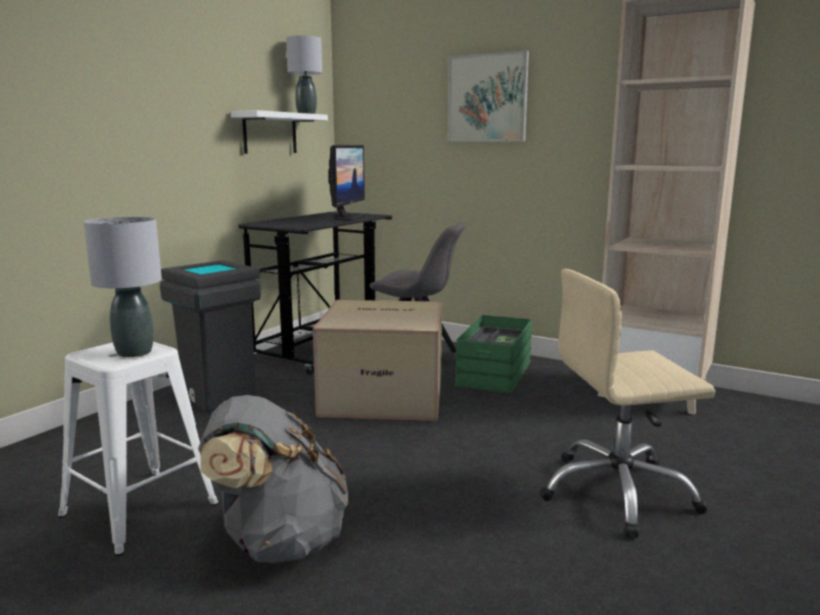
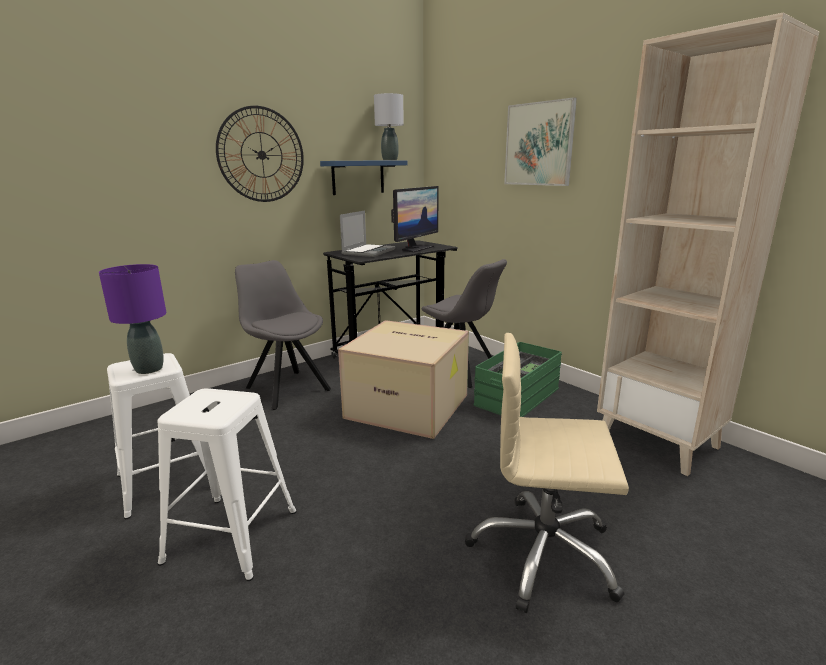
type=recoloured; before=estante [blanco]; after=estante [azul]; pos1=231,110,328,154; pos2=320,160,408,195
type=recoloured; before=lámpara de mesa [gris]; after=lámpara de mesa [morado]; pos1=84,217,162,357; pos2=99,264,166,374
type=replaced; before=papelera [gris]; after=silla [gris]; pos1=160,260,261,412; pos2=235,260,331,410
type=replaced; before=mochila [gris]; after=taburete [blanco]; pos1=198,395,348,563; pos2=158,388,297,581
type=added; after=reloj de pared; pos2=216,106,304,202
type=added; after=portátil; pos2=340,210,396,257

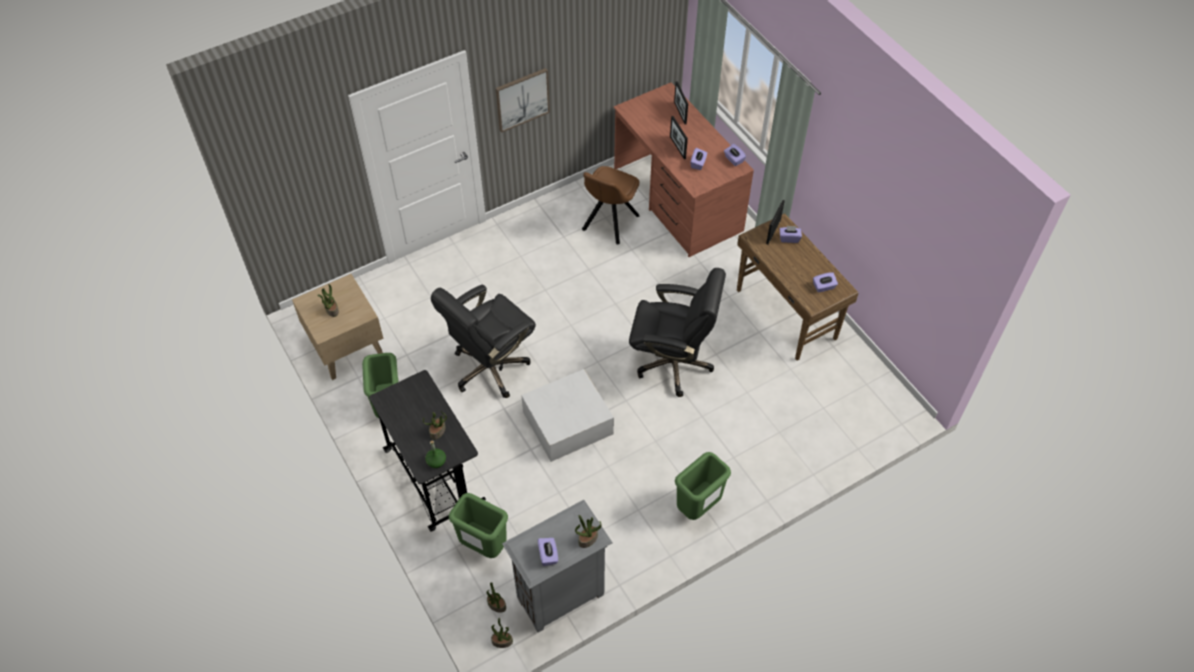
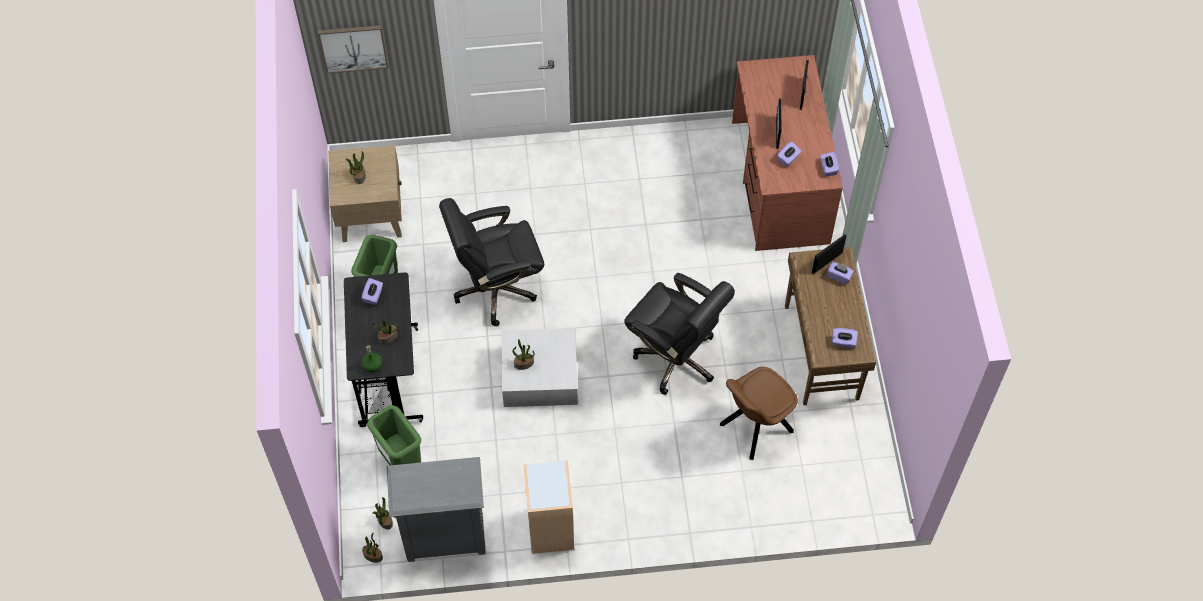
type=moved; before=cuadro; pos1=496,68,550,133; pos2=318,25,388,74
type=moved; before=silla [marrón]; pos1=582,166,640,244; pos2=720,367,798,460
type=removed; before=papelera [verde]; pos1=675,452,731,520
type=moved; before=planta en maceta; pos1=575,515,602,548; pos2=513,339,535,370
type=moved; before=caja de pañuelos [morado]; pos1=538,538,558,566; pos2=361,278,383,305
type=added; after=estantería; pos2=524,460,574,554

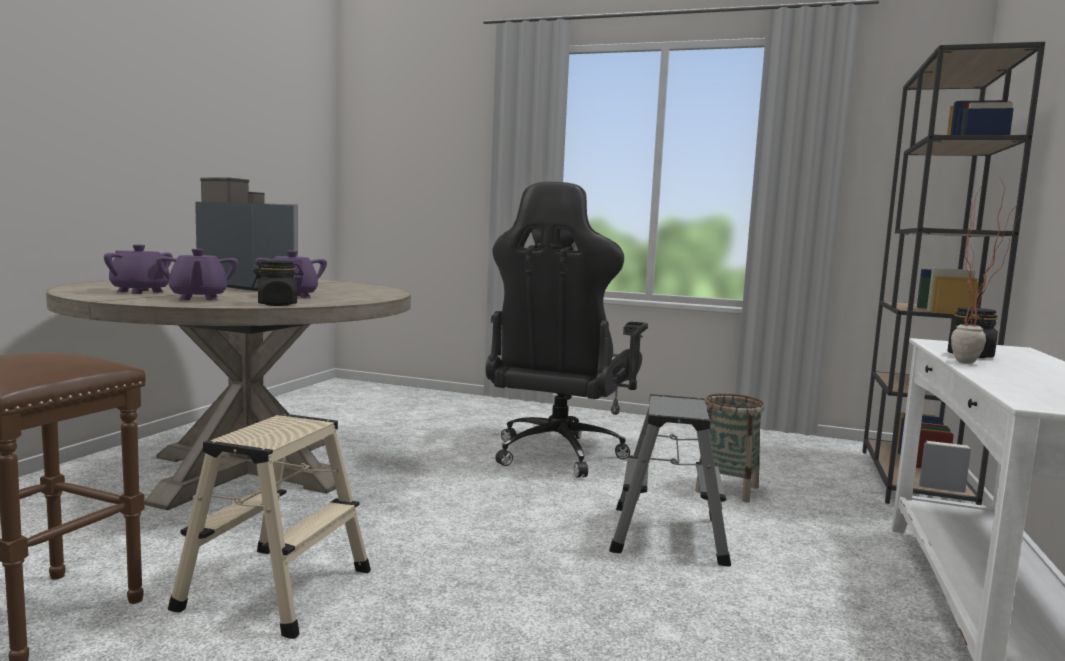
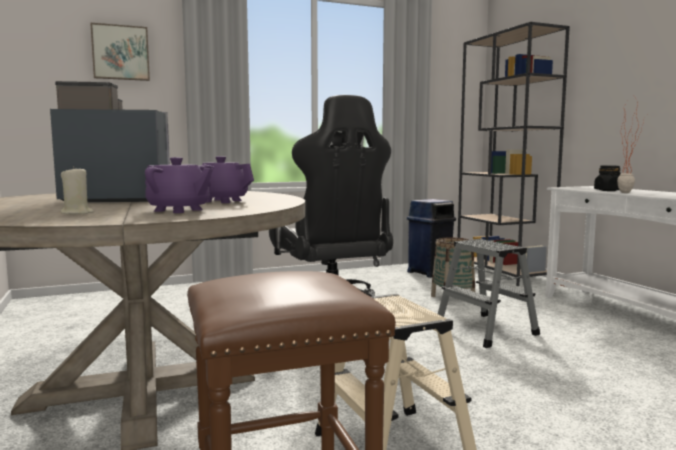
type=replaced; before=tetera [morado]; after=vela [beis]; pos1=104,244,173,294; pos2=60,166,94,214
type=removed; before=tarro [negro]; pos1=252,260,303,306
type=added; after=cuadro; pos2=90,23,150,81
type=added; after=papelera [azul]; pos2=407,199,456,278

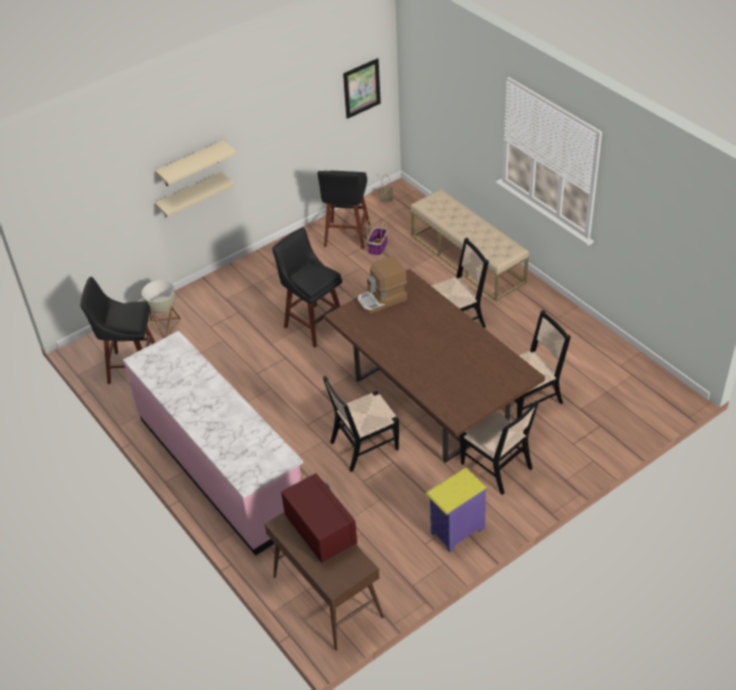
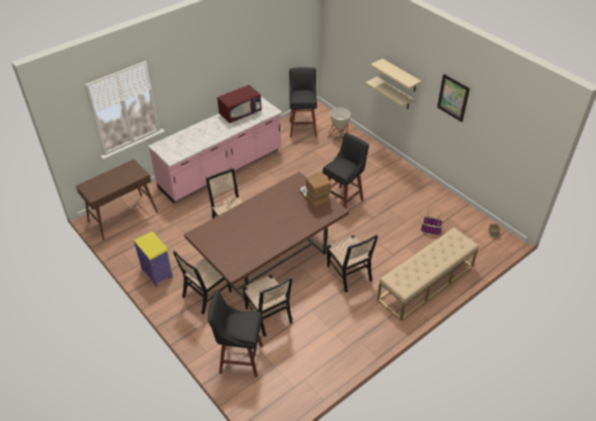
type=moved; before=cuadro; pos1=343,58,381,119; pos2=437,74,470,122
type=moved; before=taburete [negro]; pos1=317,171,370,249; pos2=208,290,263,377
type=moved; before=microondas [rojo]; pos1=281,473,357,563; pos2=217,85,261,123

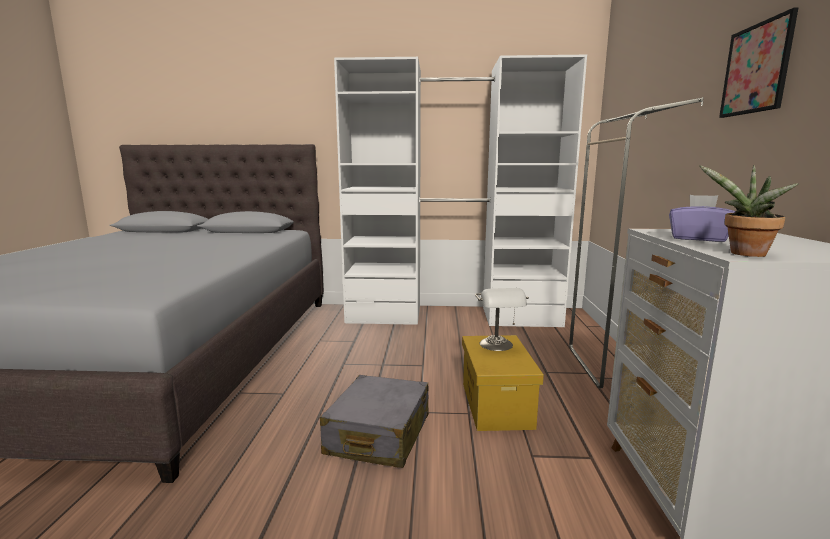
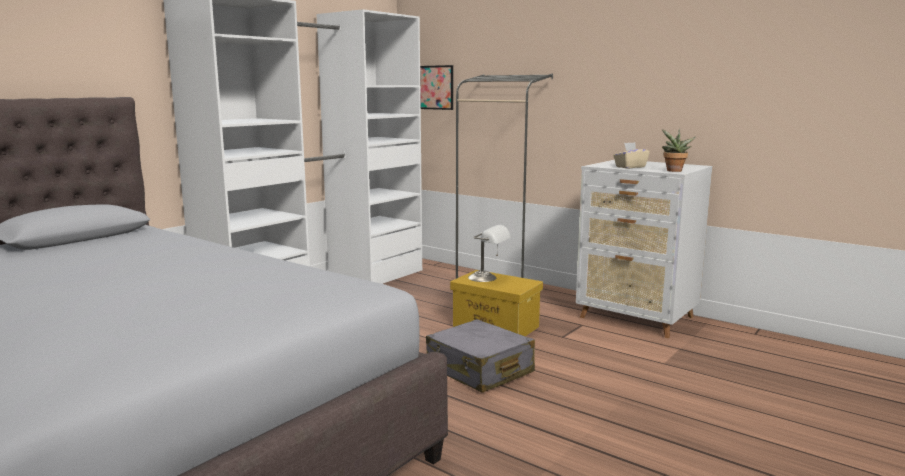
type=moved; before=cuadro; pos1=719,7,799,118; pos2=420,65,453,110
type=recoloured; before=caja de pañuelos [morado]; after=caja de pañuelos [beis]; pos1=669,195,735,242; pos2=613,142,650,168

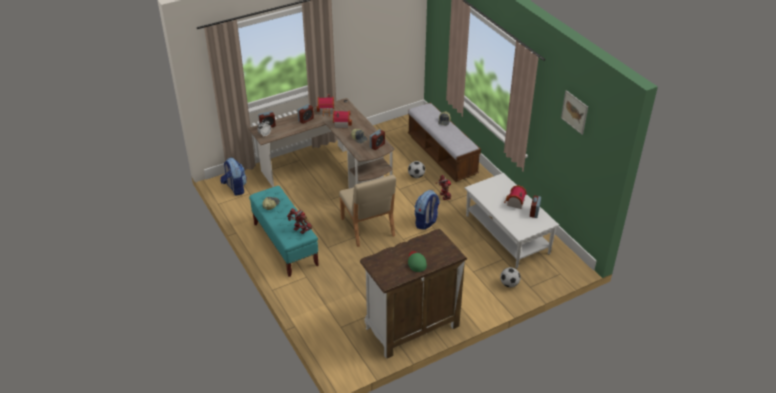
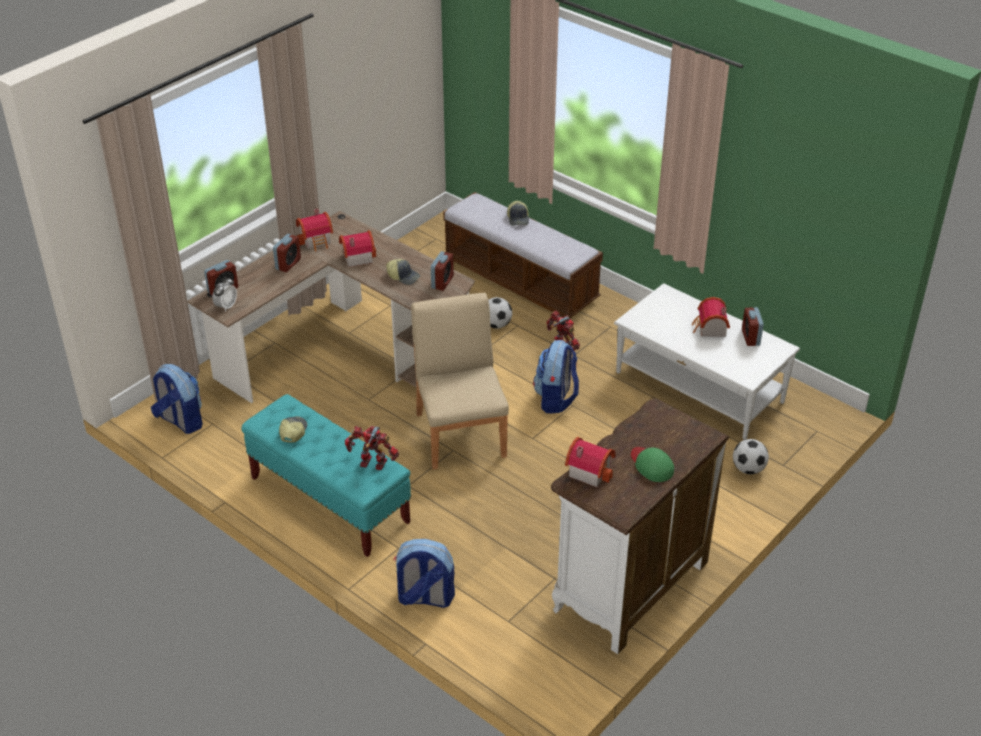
type=removed; before=cuadro; pos1=561,90,588,135
type=turned; before=silla [beis]; pos1=339,175,396,247; pos2=411,293,509,469; turn=-150
type=added; after=casita; pos2=565,437,616,487
type=added; after=mochila; pos2=393,539,455,608

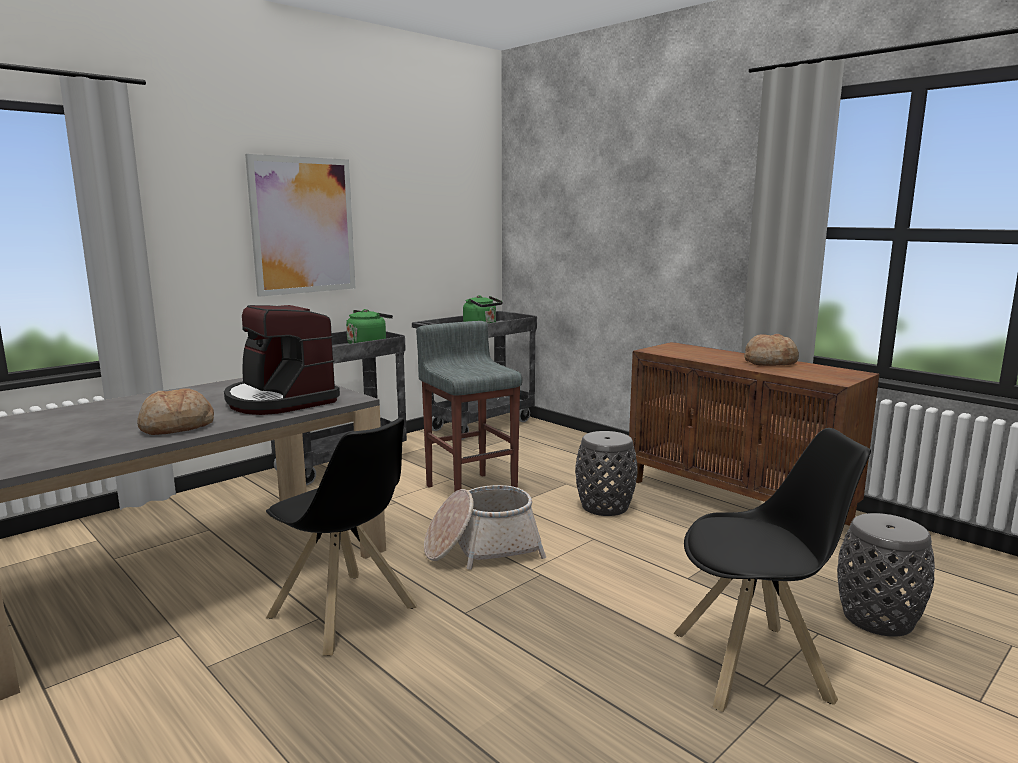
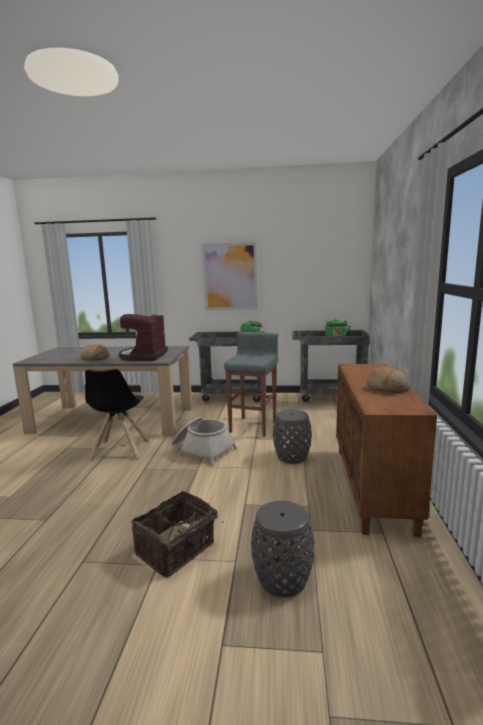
type=replaced; before=silla [negro]; after=cesta; pos1=673,428,871,712; pos2=132,491,224,577

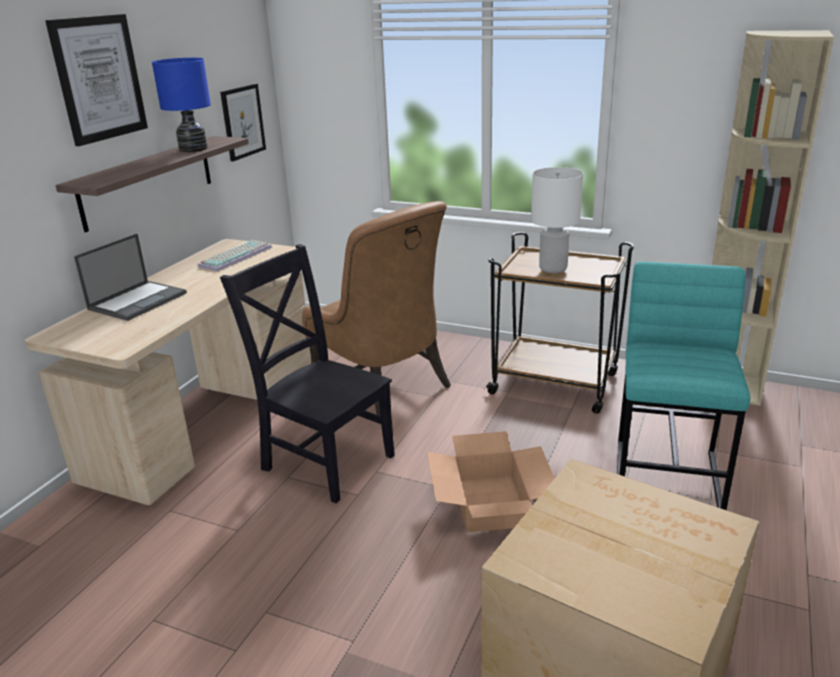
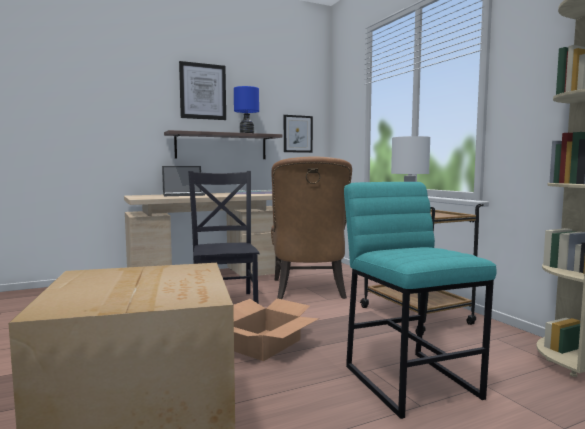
type=turned; before=silla [turquesa]; pos1=617,262,750,510; pos2=344,182,497,419; turn=-75

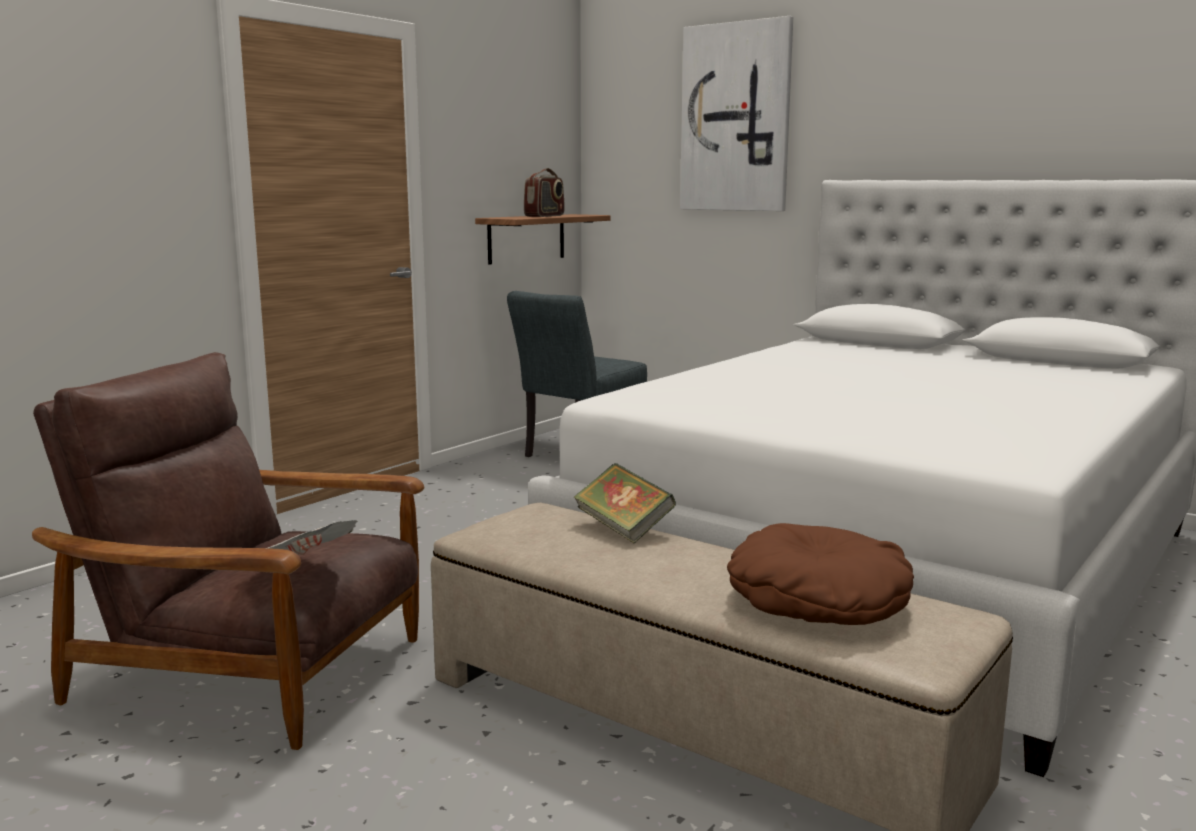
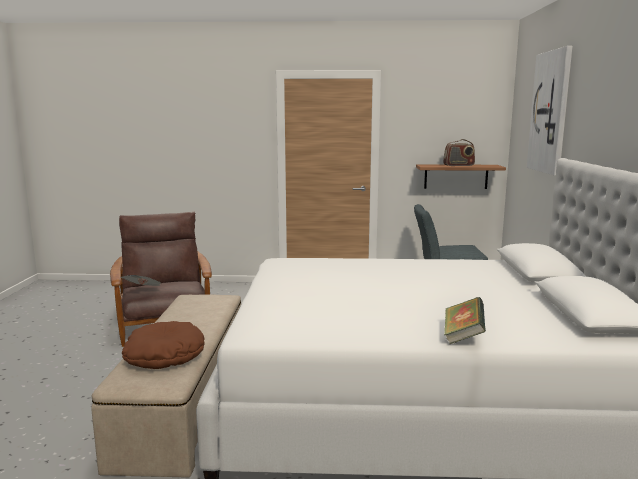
type=moved; before=libro; pos1=573,463,676,543; pos2=444,297,486,344

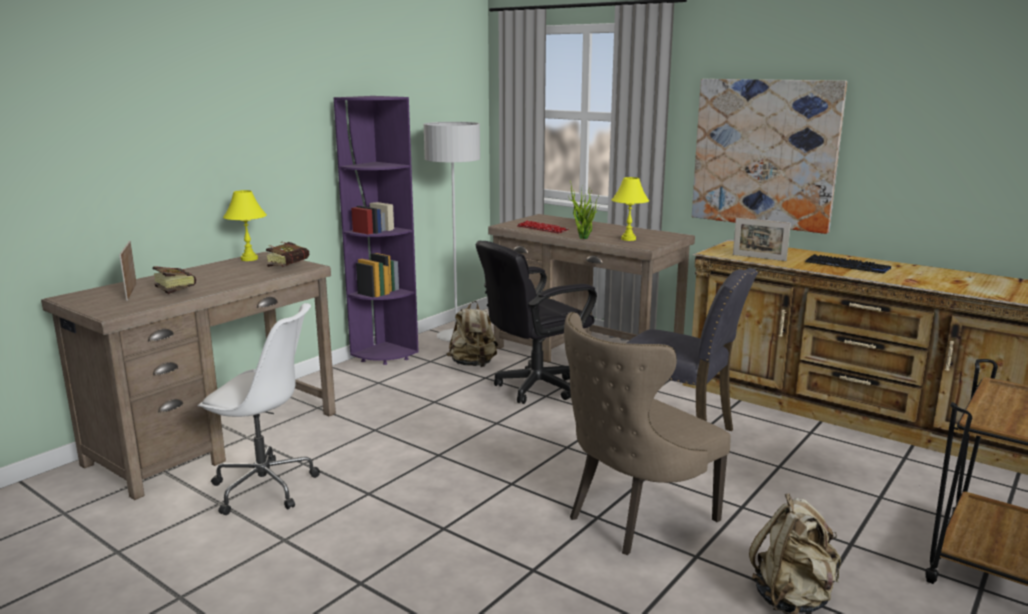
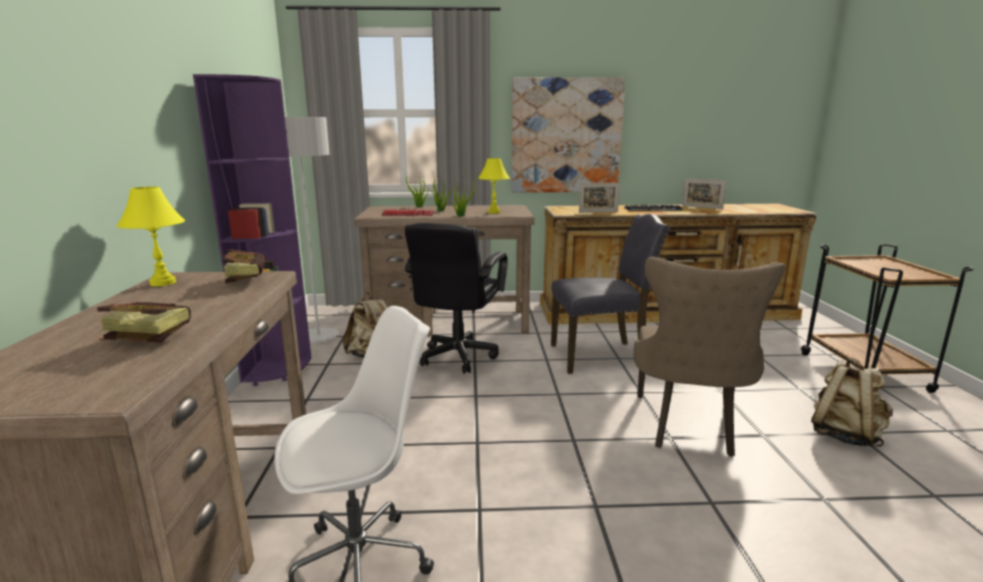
type=moved; before=portarretratos; pos1=119,241,137,301; pos2=682,178,726,209

